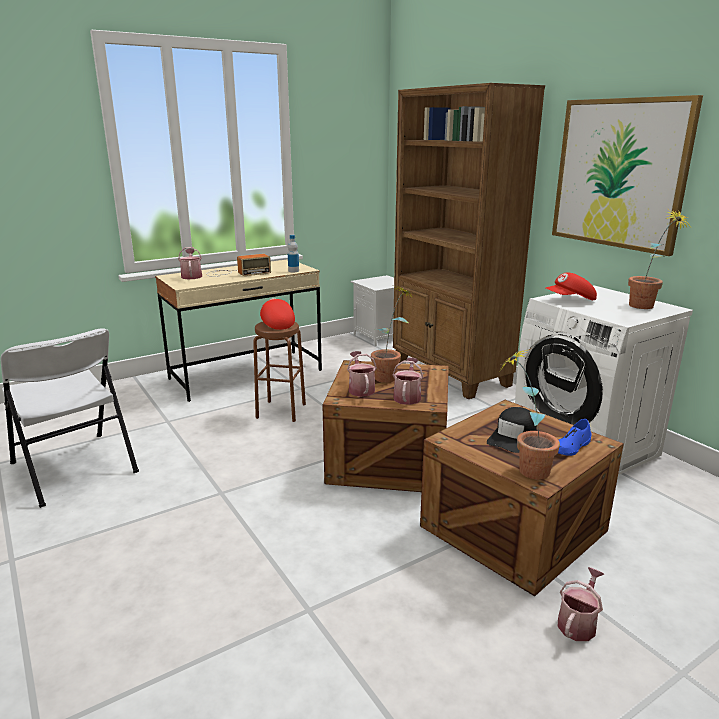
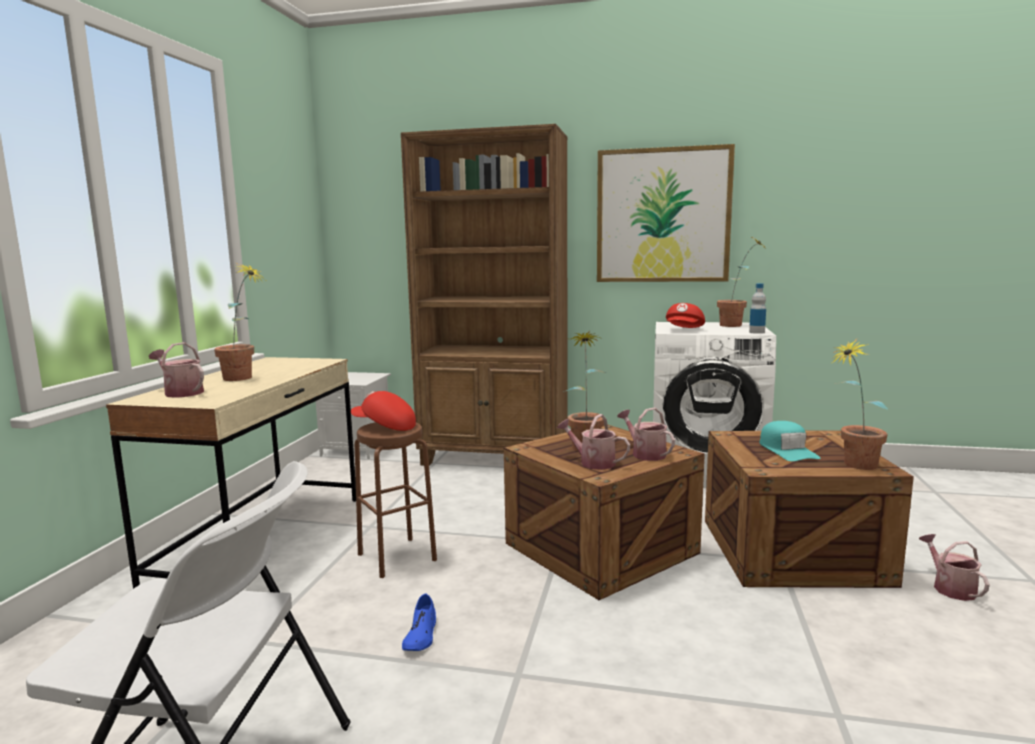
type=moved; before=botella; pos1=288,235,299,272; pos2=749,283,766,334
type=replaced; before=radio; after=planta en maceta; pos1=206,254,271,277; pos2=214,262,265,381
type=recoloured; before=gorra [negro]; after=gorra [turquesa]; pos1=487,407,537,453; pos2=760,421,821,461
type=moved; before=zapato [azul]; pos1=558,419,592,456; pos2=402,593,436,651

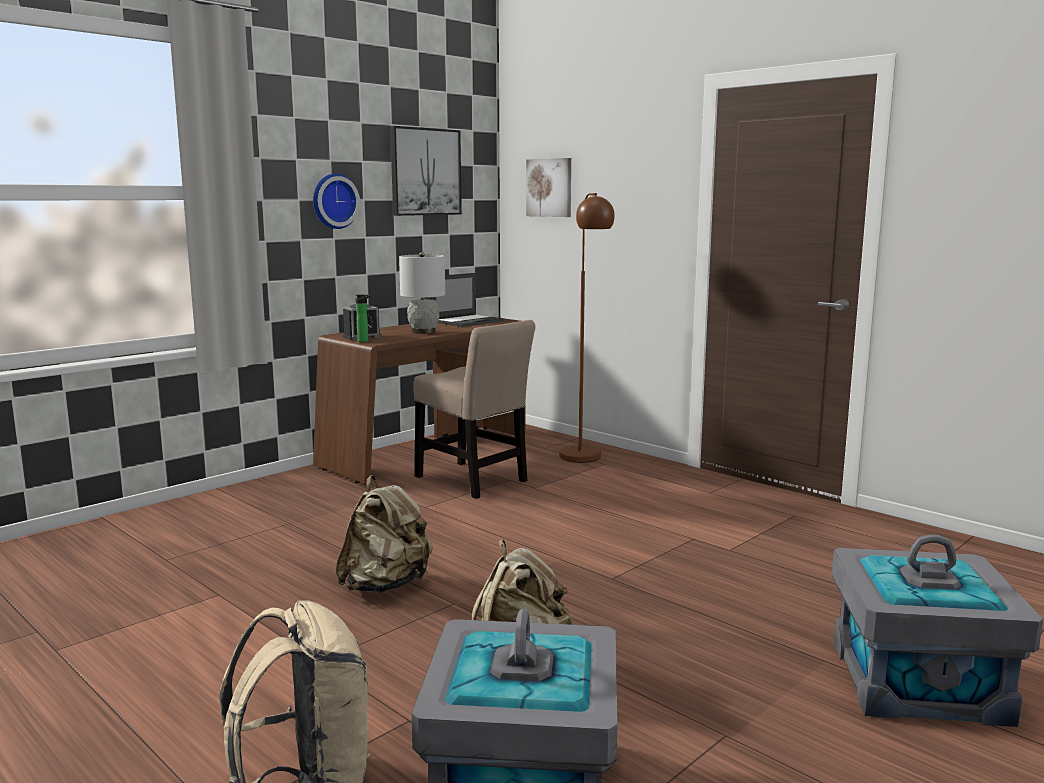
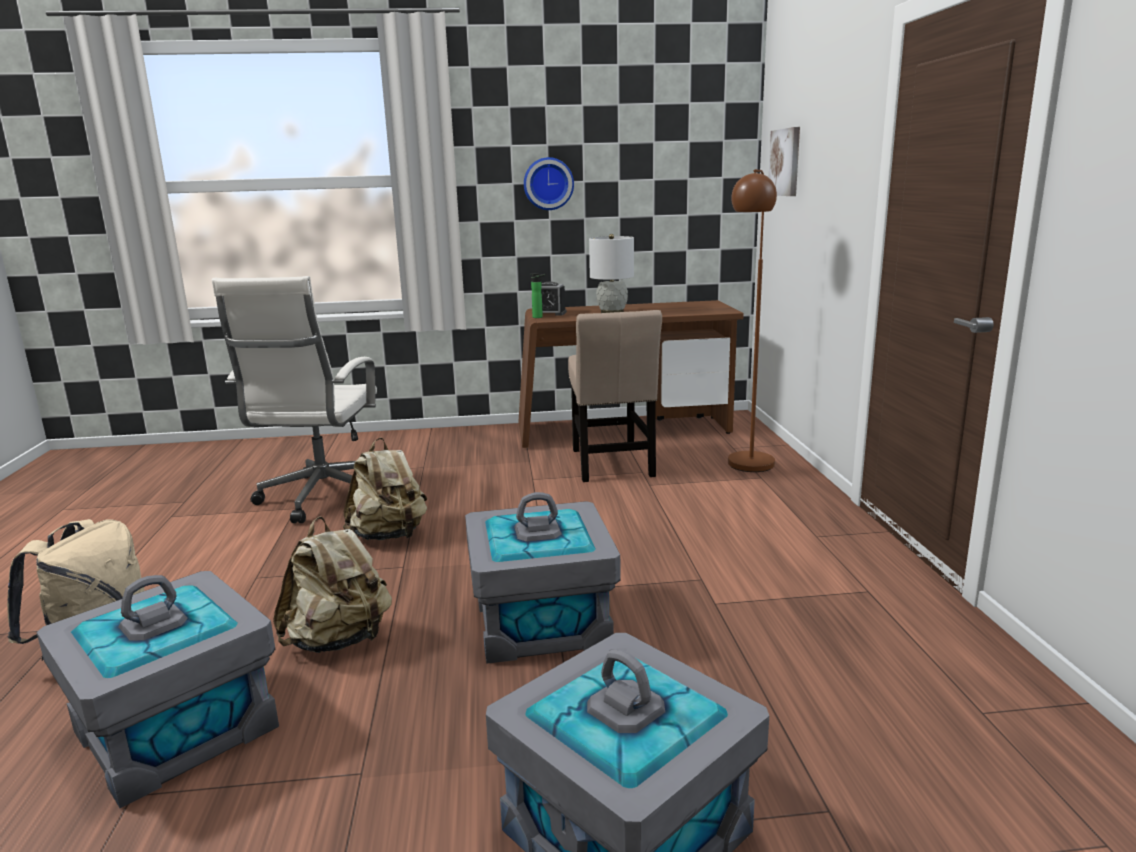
type=removed; before=cuadro; pos1=390,126,462,216
type=removed; before=portátil; pos1=432,273,504,327
type=added; after=silla de oficina [blanco]; pos2=211,276,377,523
type=added; after=caja de almacenaje [gris]; pos2=465,492,621,664

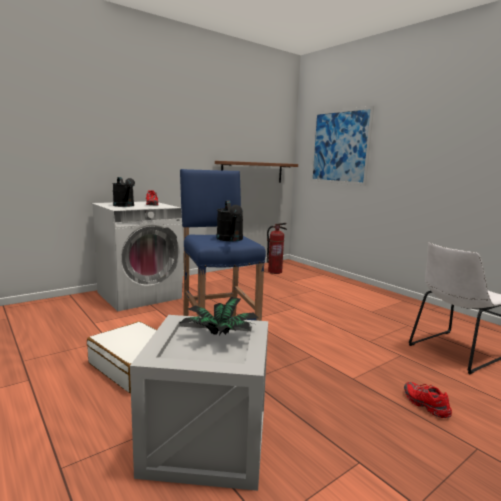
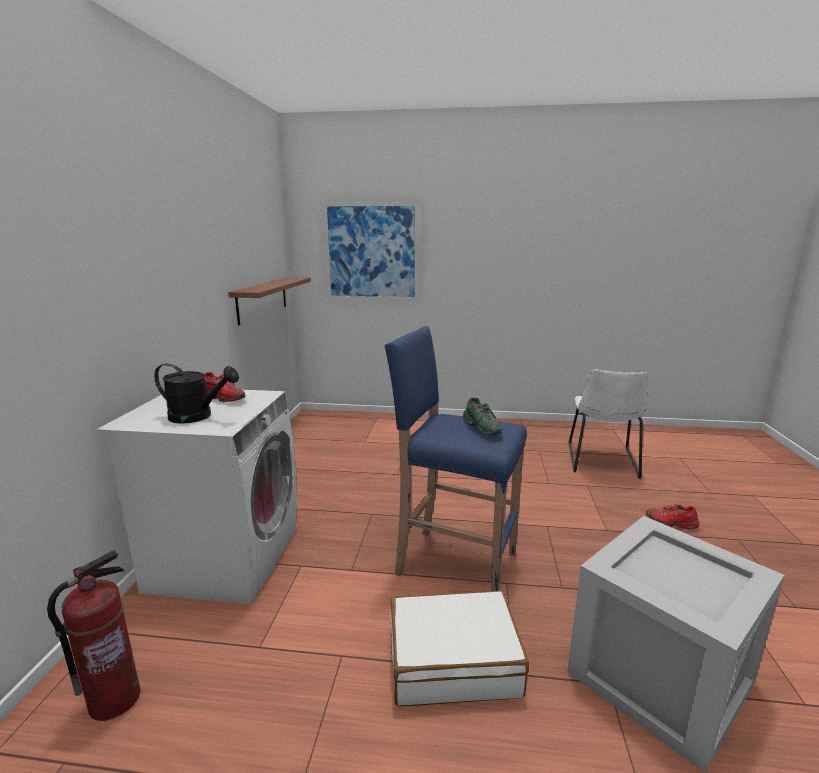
type=replaced; before=regadera [negro]; after=zapato [verde]; pos1=217,200,243,241; pos2=463,398,502,435
type=moved; before=extintor; pos1=267,223,287,274; pos2=47,550,141,721
type=removed; before=planta en maceta; pos1=180,297,259,335

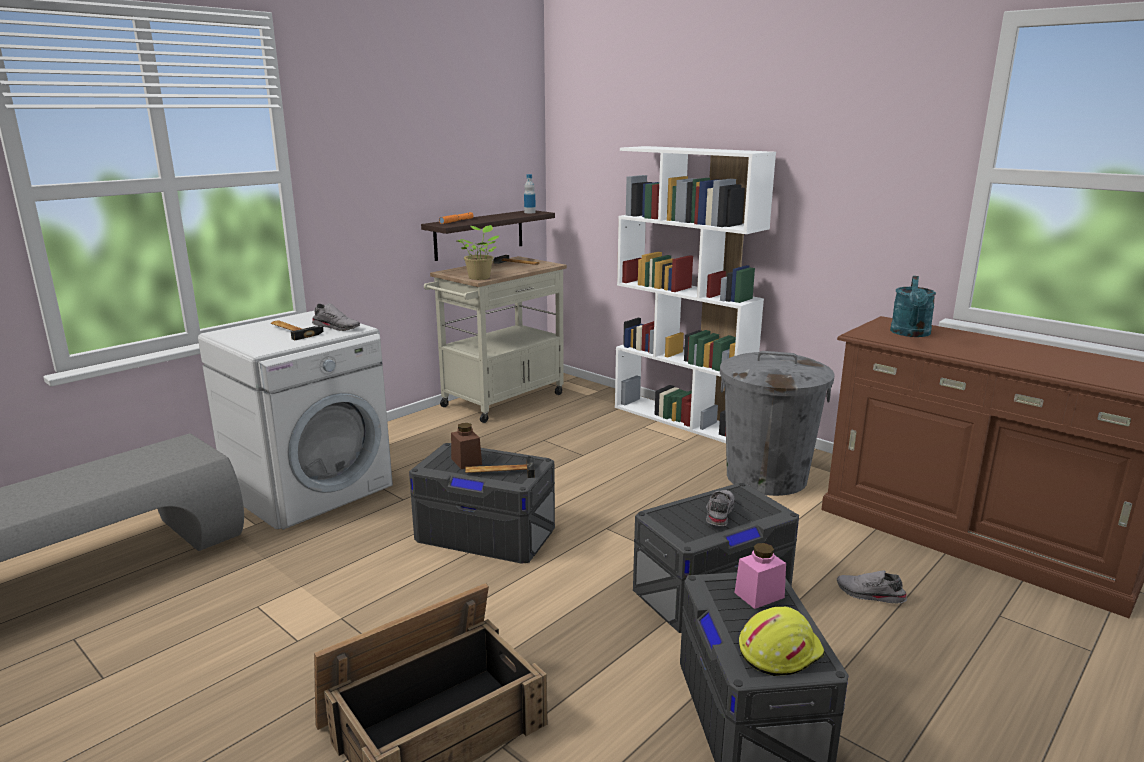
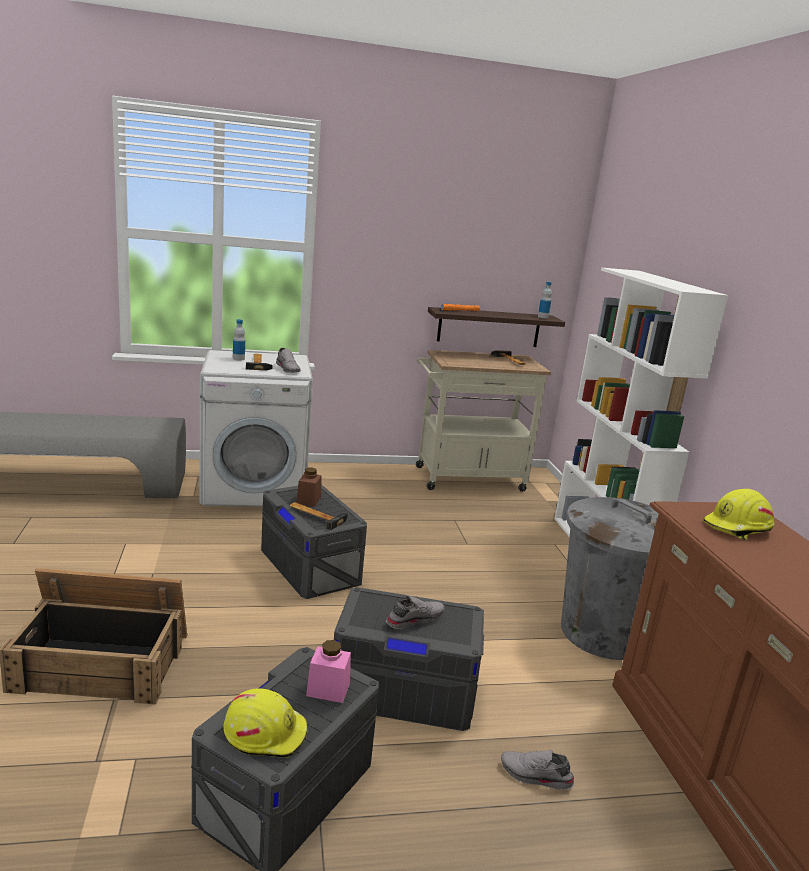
type=removed; before=planta en maceta; pos1=457,225,499,280
type=replaced; before=regadera [turquesa]; after=casco [amarillo]; pos1=890,276,936,337; pos2=703,489,775,540
type=turned; before=zapato [gris]; pos1=837,570,907,604; pos2=501,750,574,790; turn=-45
type=added; after=botella; pos2=233,319,245,361

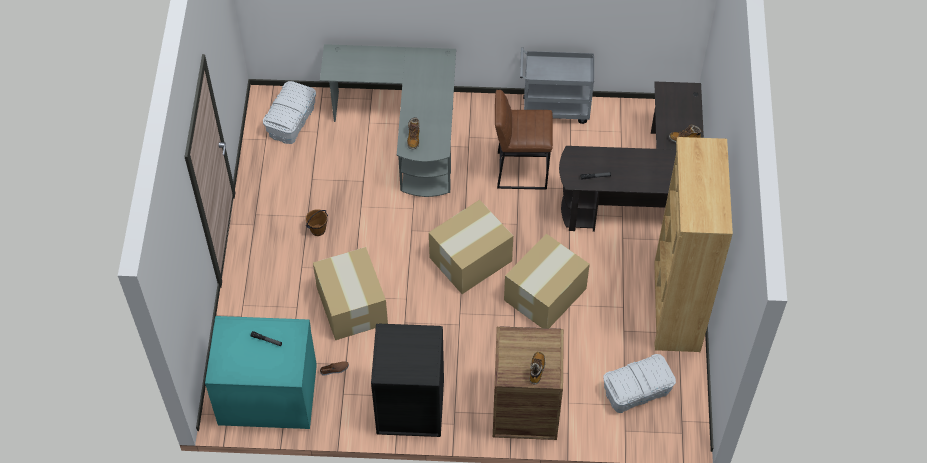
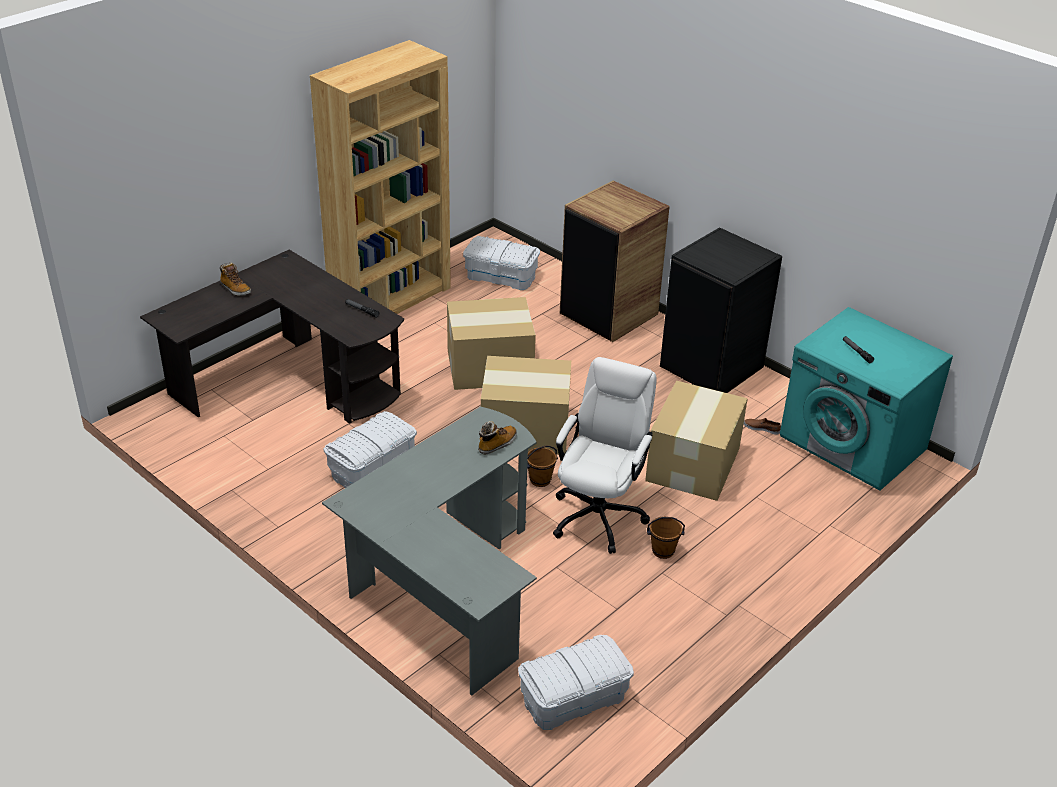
type=removed; before=carrito [gris]; pos1=520,47,594,124
type=replaced; before=taburete [marrón]; after=caja de almacenaje [blanco]; pos1=495,90,553,190; pos2=323,411,417,488
type=removed; before=bota; pos1=529,352,545,385
type=added; after=silla de oficina [blanco]; pos2=553,357,657,554
type=added; after=cubo [marrón]; pos2=527,446,558,487

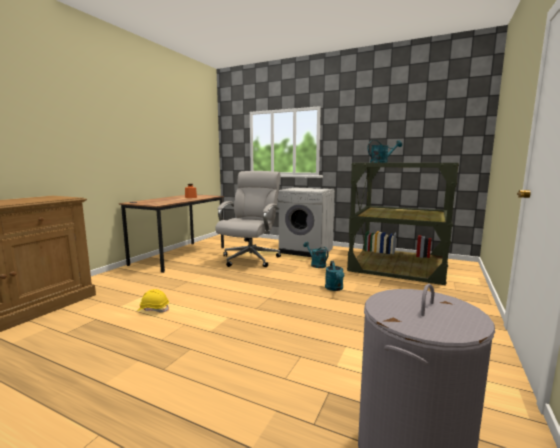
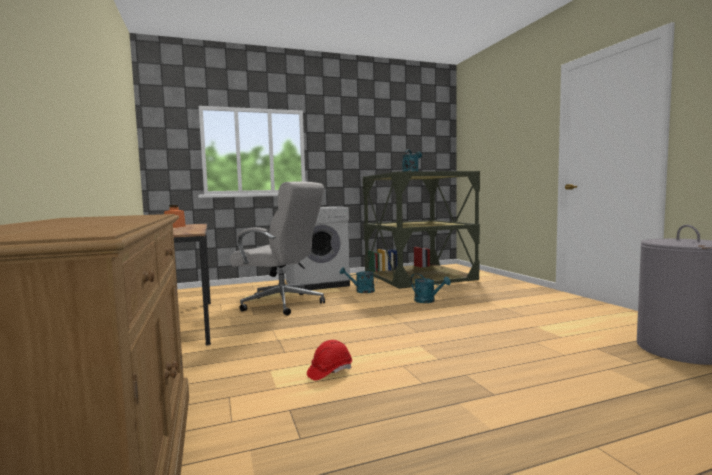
type=turned; before=silla de oficina [gris]; pos1=215,171,281,267; pos2=230,181,325,315; turn=135
type=recoloured; before=casco [amarillo]; after=casco [rojo]; pos1=137,289,169,313; pos2=307,340,352,380

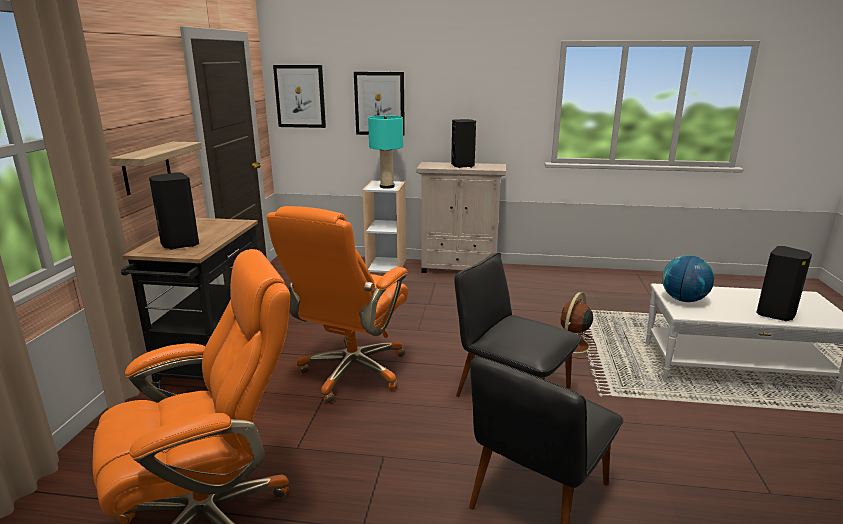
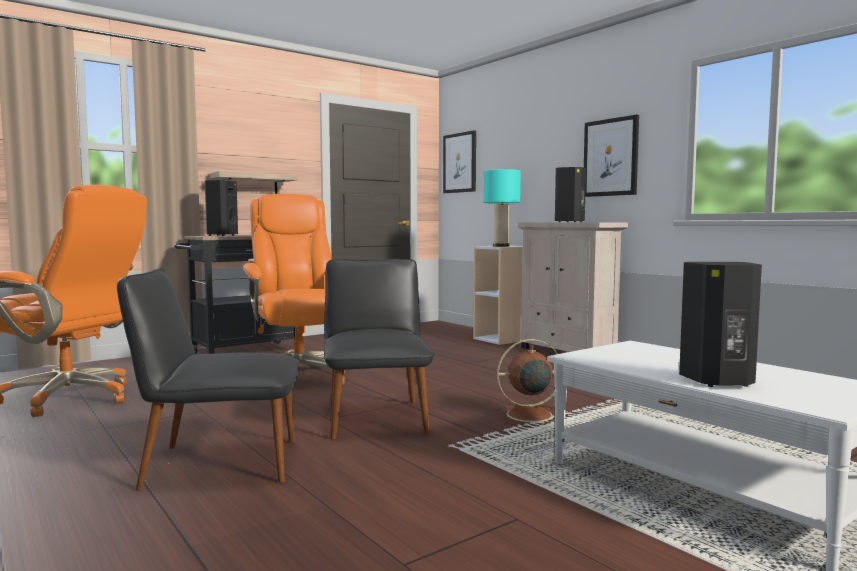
type=moved; before=cuadro; pos1=354,72,405,135; pos2=584,115,639,197
type=turned; before=silla de oficina [naranja]; pos1=267,206,408,403; pos2=243,194,345,385; turn=90
type=removed; before=globo terráqueo; pos1=662,255,714,302

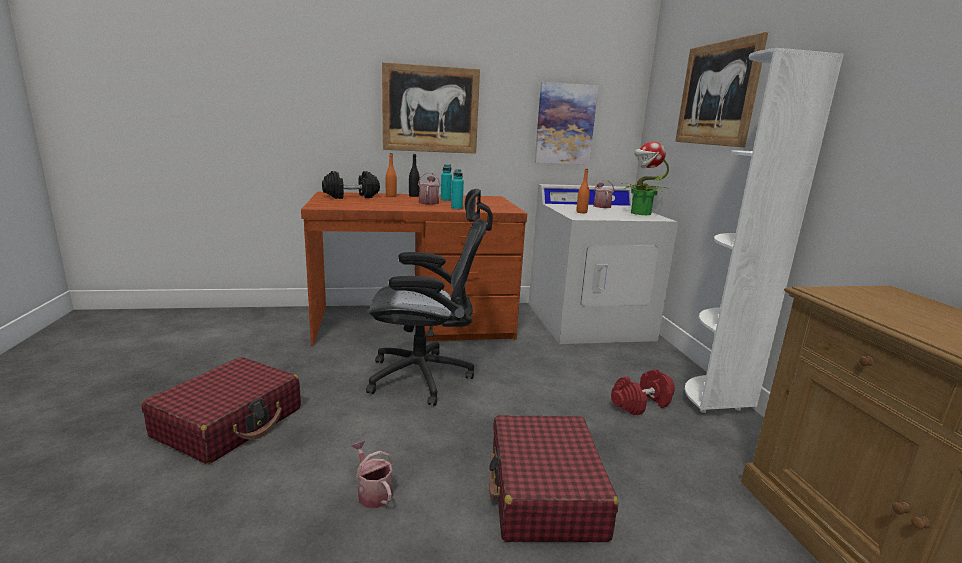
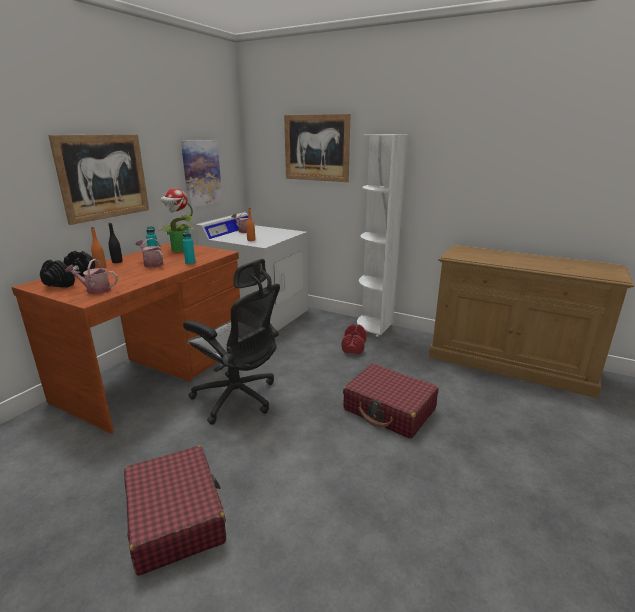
type=moved; before=planta en maceta; pos1=622,141,669,215; pos2=158,188,195,252
type=turned; before=silla de oficina; pos1=366,189,493,406; pos2=183,259,280,425; turn=90
type=moved; before=regadera; pos1=351,441,393,508; pos2=65,259,118,294

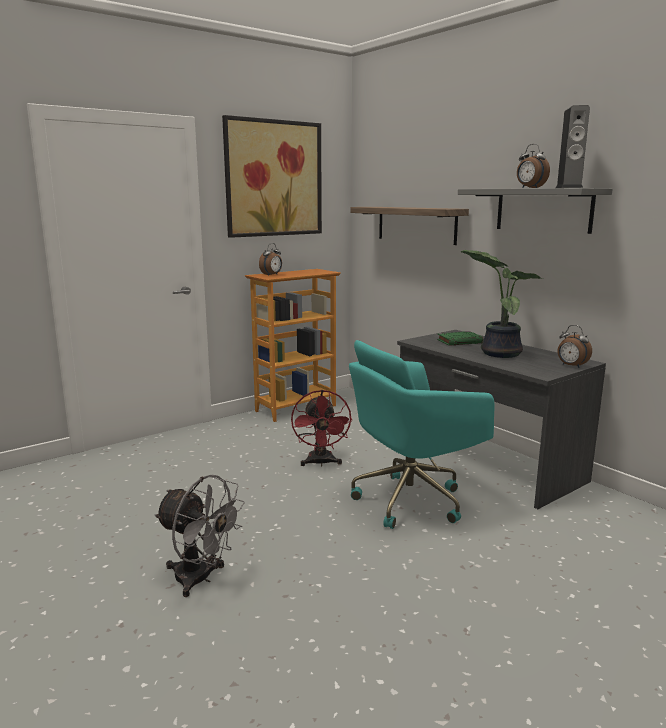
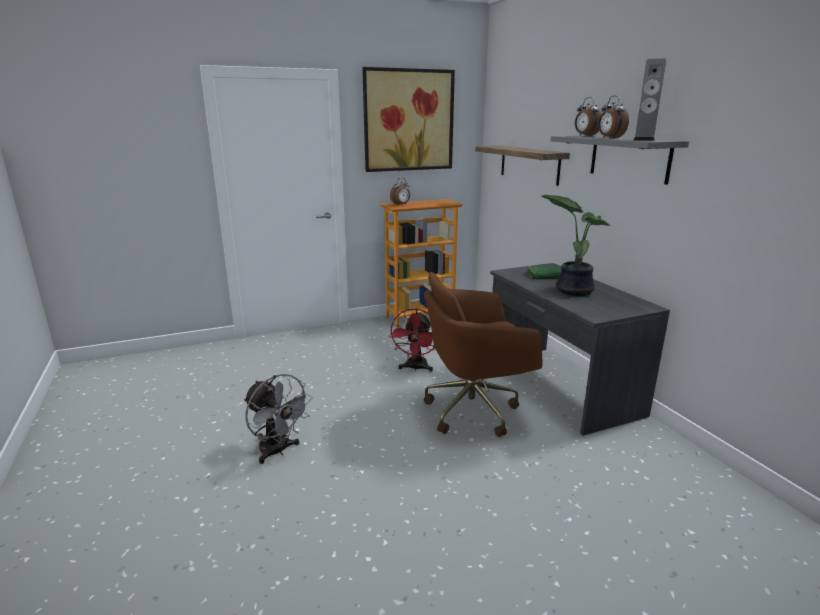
type=moved; before=despertador; pos1=558,325,592,368; pos2=575,97,602,136
type=recoloured; before=silla de oficina [turquesa]; after=silla de oficina [marrón]; pos1=349,340,494,529; pos2=424,272,542,437

